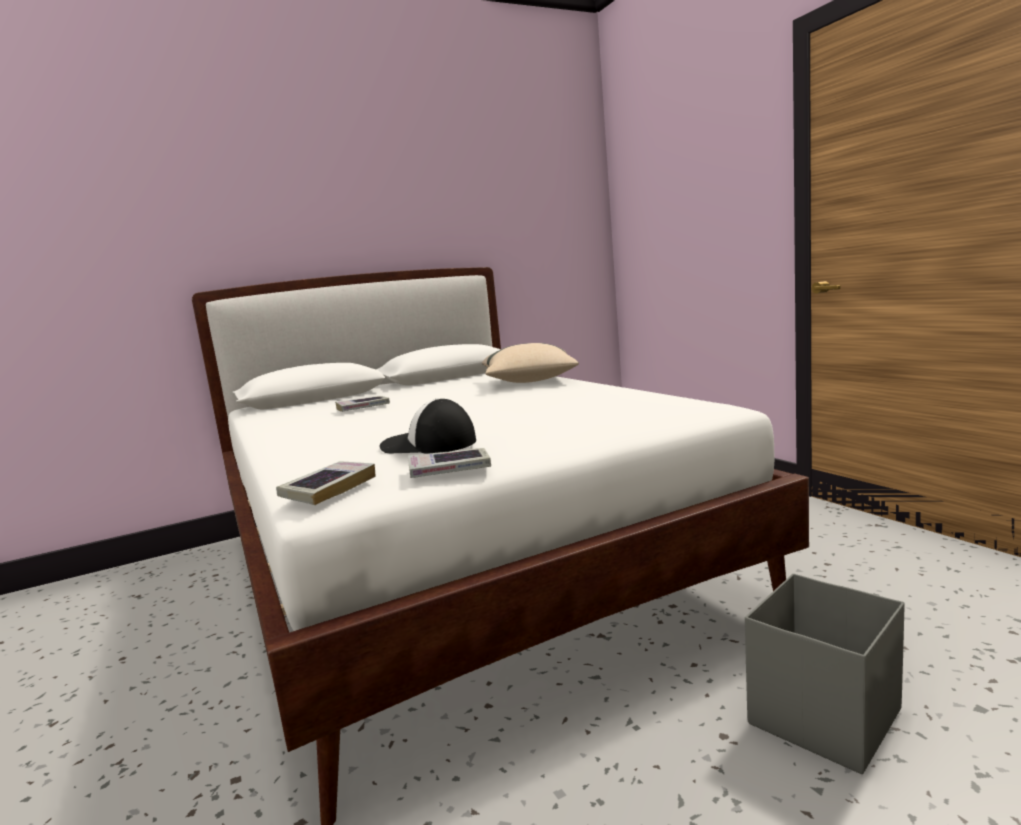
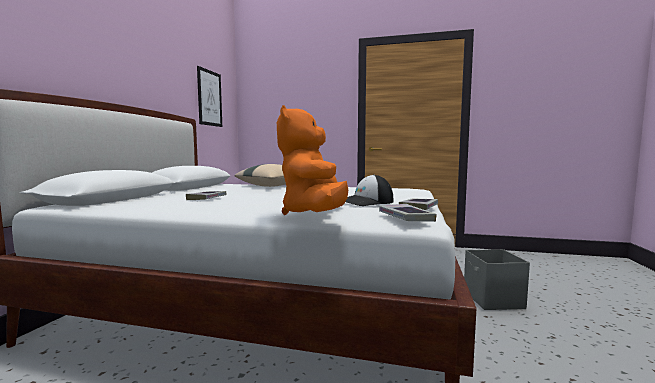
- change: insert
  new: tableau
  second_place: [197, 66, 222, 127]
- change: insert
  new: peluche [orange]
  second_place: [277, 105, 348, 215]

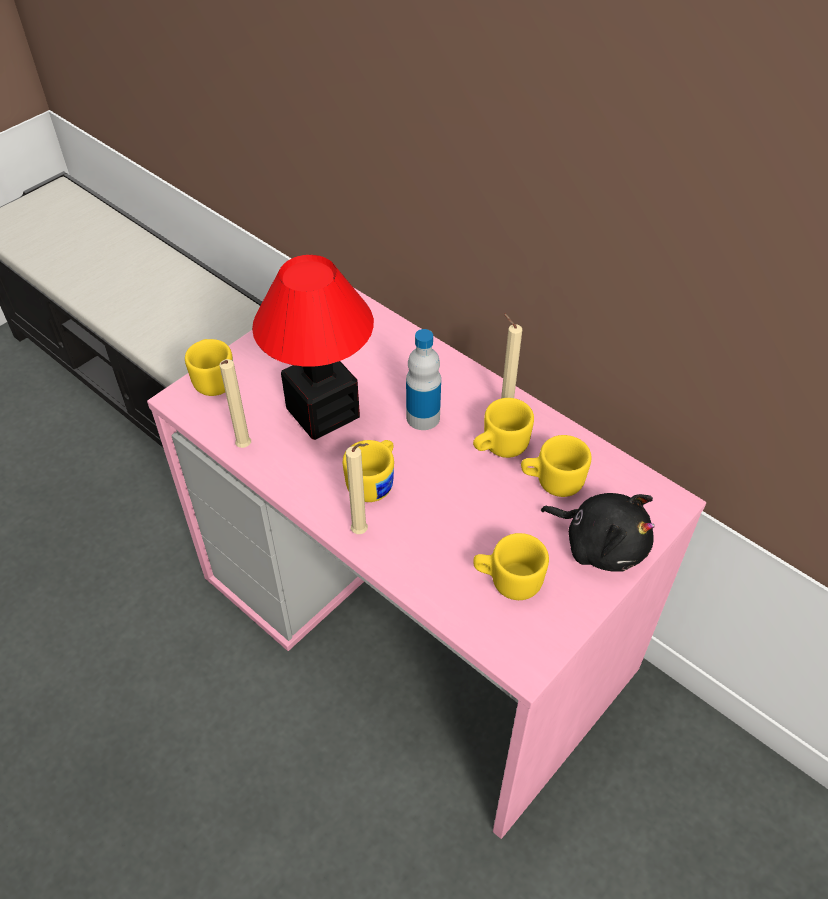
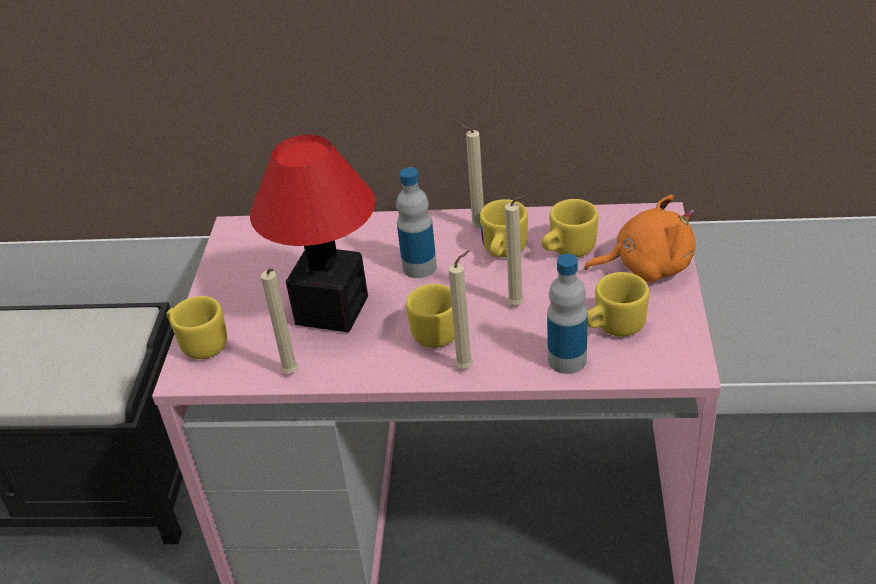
- change: insert
  new: bougie [beige]
  second_place: [505, 196, 527, 305]
- change: insert
  new: bouteille
  second_place: [547, 254, 588, 374]
- change: recolor
  old: peluche [noir]
  new: peluche [orange]
  first_place: [541, 493, 655, 572]
  second_place: [585, 195, 696, 282]

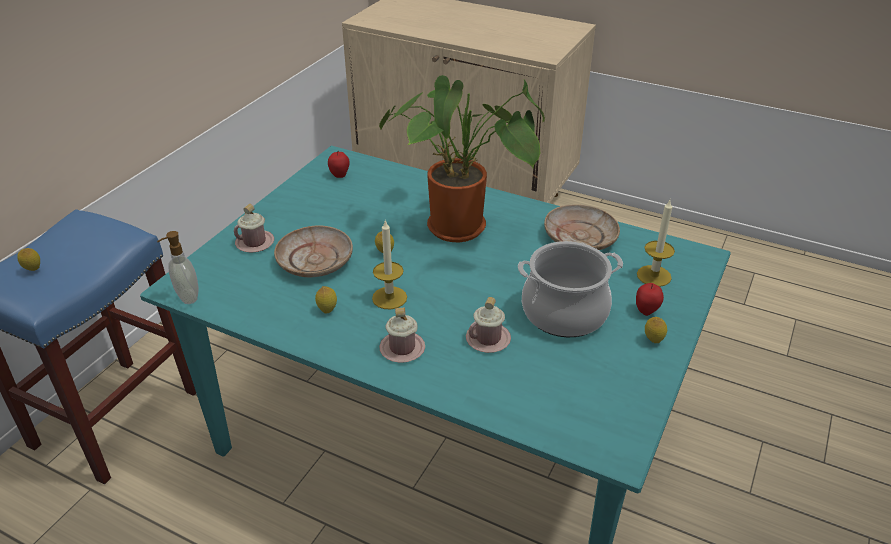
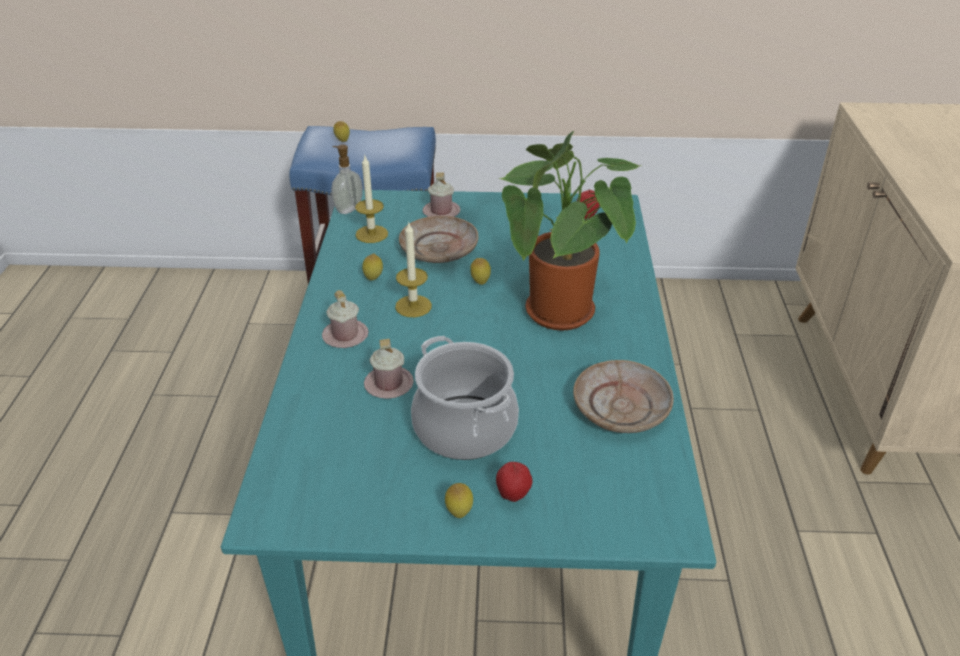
- change: move
  old: bougie
  first_place: [637, 200, 675, 287]
  second_place: [355, 156, 388, 243]

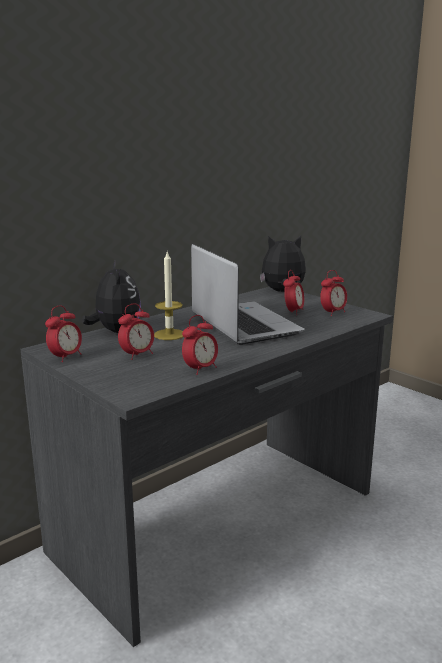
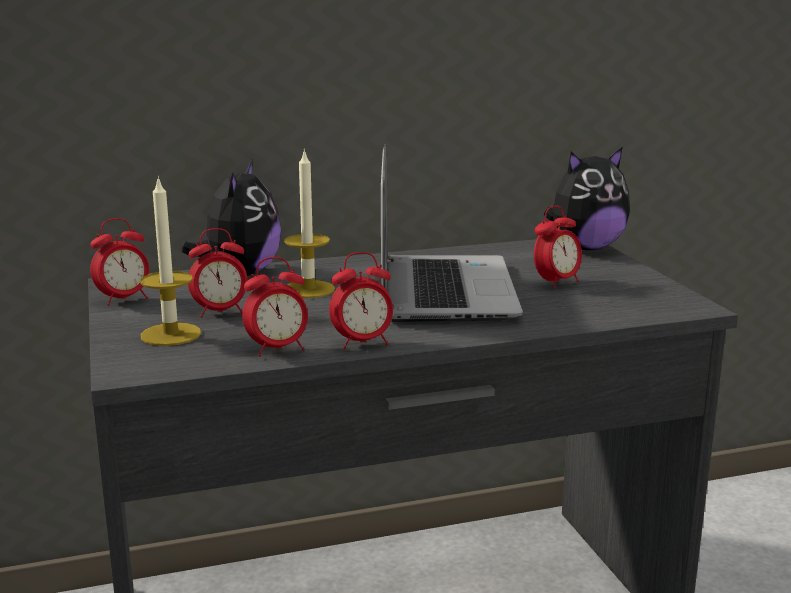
- change: insert
  new: bougie
  second_place: [140, 176, 201, 346]
- change: move
  old: réveil
  first_place: [320, 270, 347, 316]
  second_place: [329, 252, 393, 349]
- change: rotate
  old: peluche
  first_place: [260, 236, 306, 292]
  second_place: [544, 148, 630, 250]
  degrees: 135

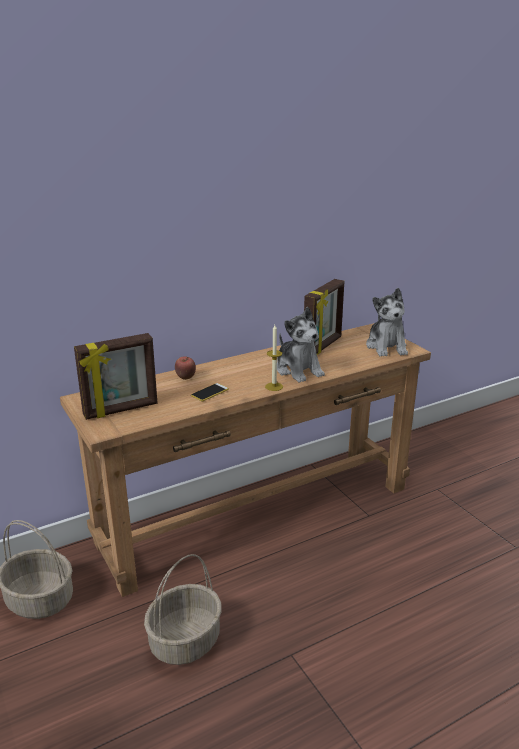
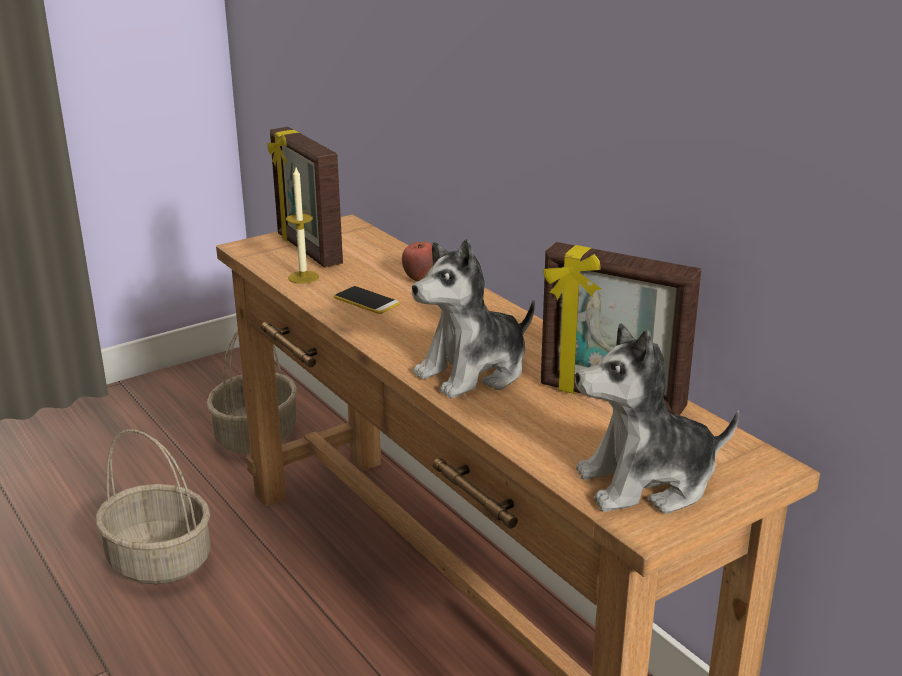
- change: move
  old: bougie
  first_place: [265, 325, 283, 391]
  second_place: [286, 167, 319, 284]

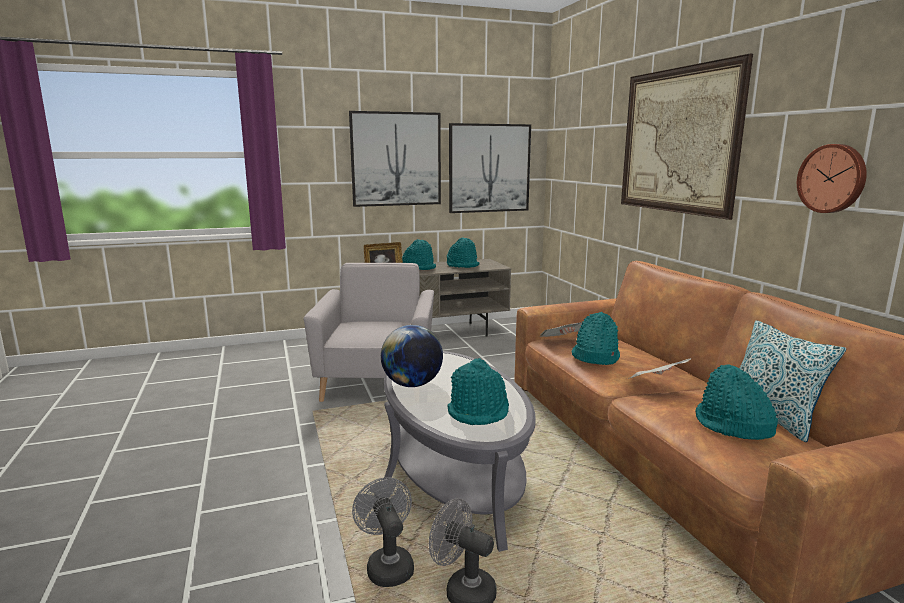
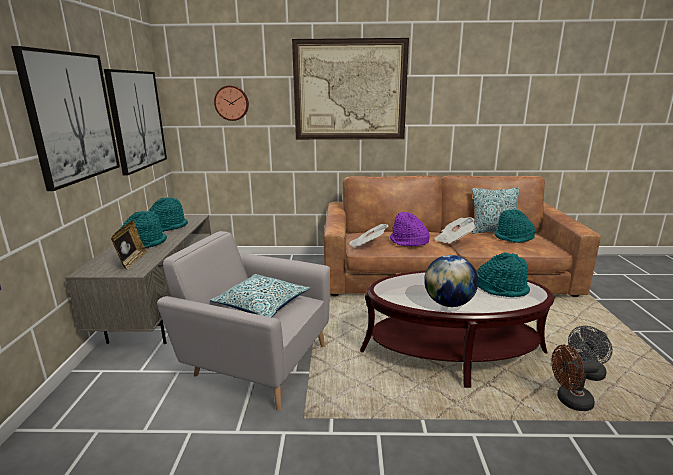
- change: insert
  new: coussin
  second_place: [210, 274, 310, 317]
- change: move
  old: horloge murale
  first_place: [797, 144, 867, 213]
  second_place: [214, 85, 249, 121]
- change: recolor
  old: ventilateur [gris]
  new: ventilateur [marron]
  first_place: [352, 477, 414, 587]
  second_place: [551, 344, 599, 411]
- change: recolor
  old: table basse [gris]
  new: table basse [marron]
  first_place: [384, 351, 536, 552]
  second_place: [360, 271, 555, 388]
- change: recolor
  old: chapeau [turquoise]
  new: chapeau [violet]
  first_place: [572, 312, 620, 365]
  second_place: [390, 212, 430, 247]

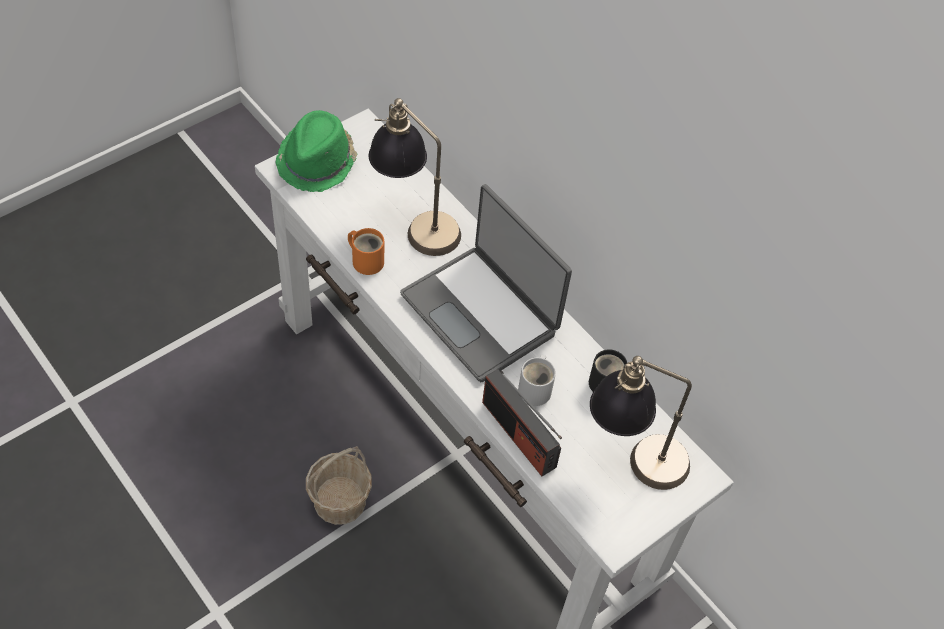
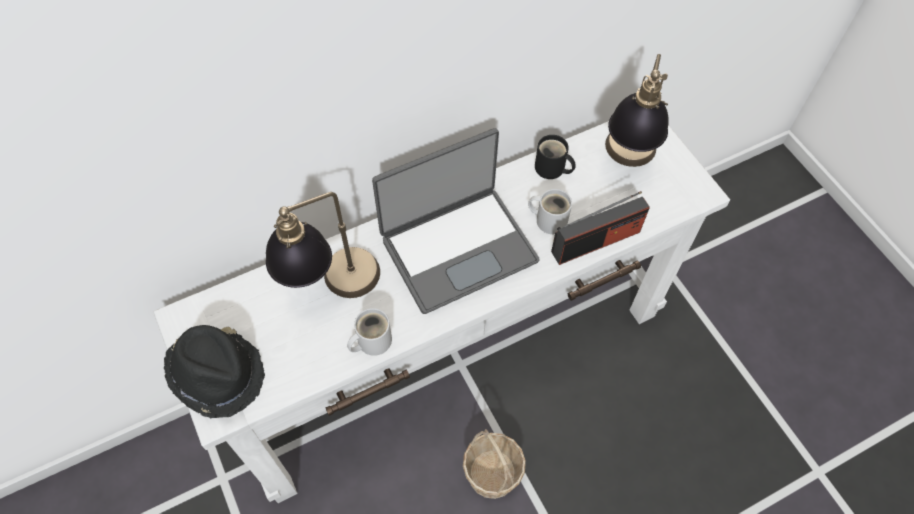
- change: recolor
  old: chapeau [vert]
  new: chapeau [noir]
  first_place: [275, 110, 357, 192]
  second_place: [164, 325, 265, 418]
- change: recolor
  old: mug [orange]
  new: mug [blanc]
  first_place: [348, 228, 384, 275]
  second_place: [347, 308, 392, 356]

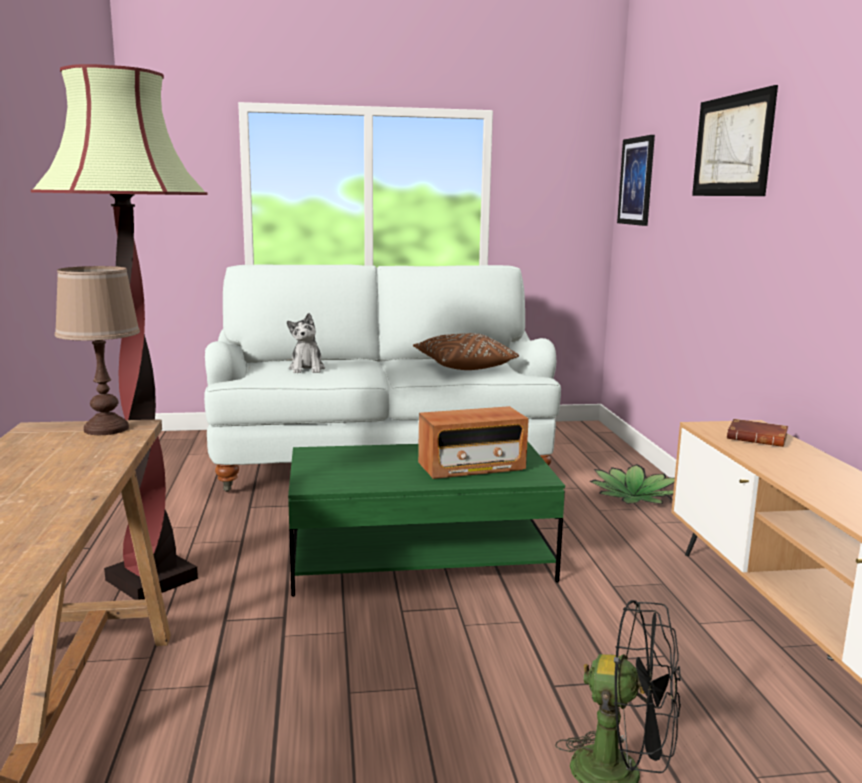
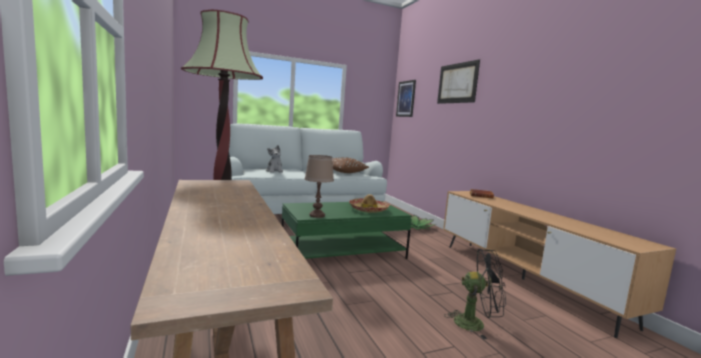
- change: move
  old: lampe de table [marron]
  first_place: [55, 266, 140, 435]
  second_place: [305, 155, 334, 218]
- change: replace
  old: radio
  new: chapeau
  first_place: [418, 406, 529, 479]
  second_place: [349, 194, 390, 213]

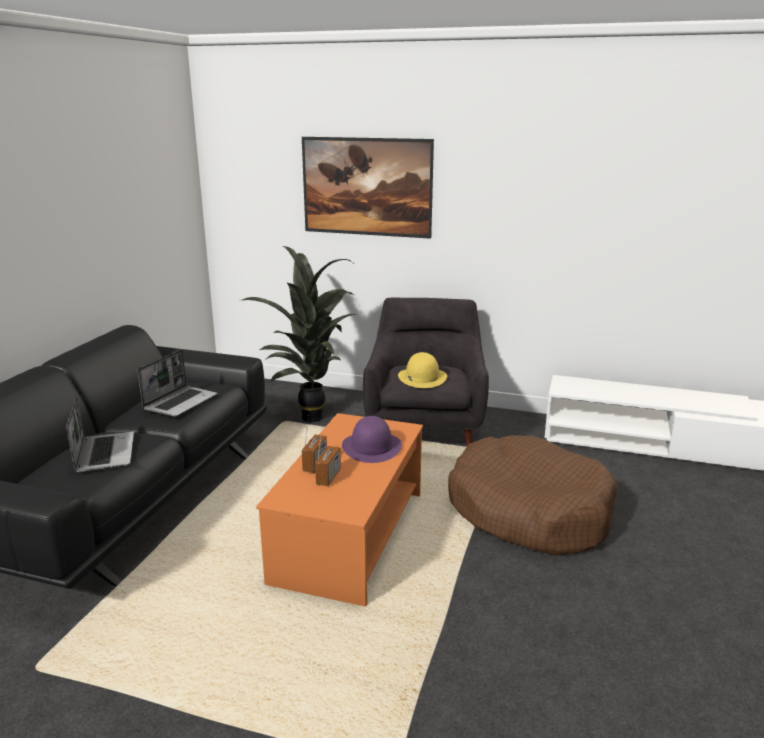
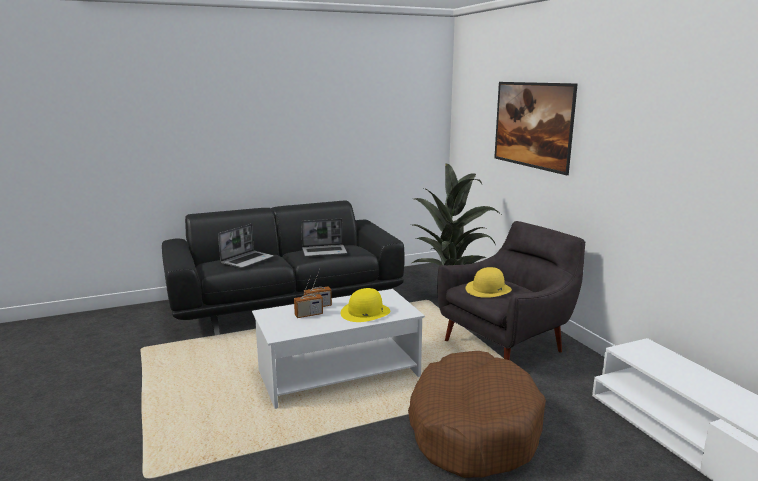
- change: recolor
  old: table basse [orange]
  new: table basse [blanc]
  first_place: [256, 413, 423, 607]
  second_place: [252, 289, 425, 409]
- change: recolor
  old: chapeau [violet]
  new: chapeau [jaune]
  first_place: [342, 416, 402, 463]
  second_place: [341, 288, 390, 322]

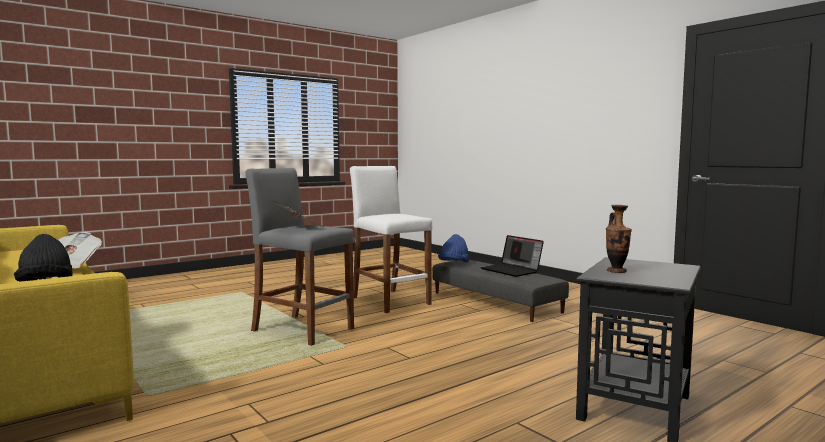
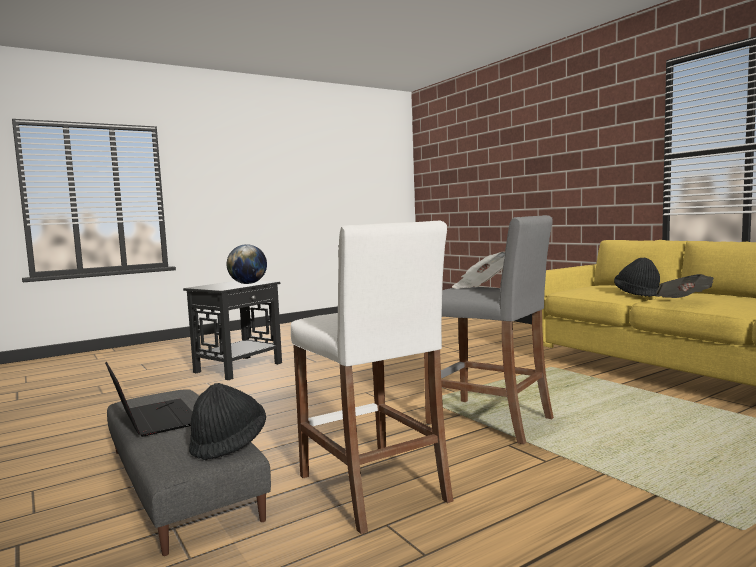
- change: replace
  old: vase
  new: globe
  first_place: [606, 205, 632, 273]
  second_place: [227, 244, 267, 284]
- change: recolor
  old: chapeau [bleu]
  new: chapeau [noir]
  first_place: [438, 234, 469, 262]
  second_place: [189, 383, 266, 461]

